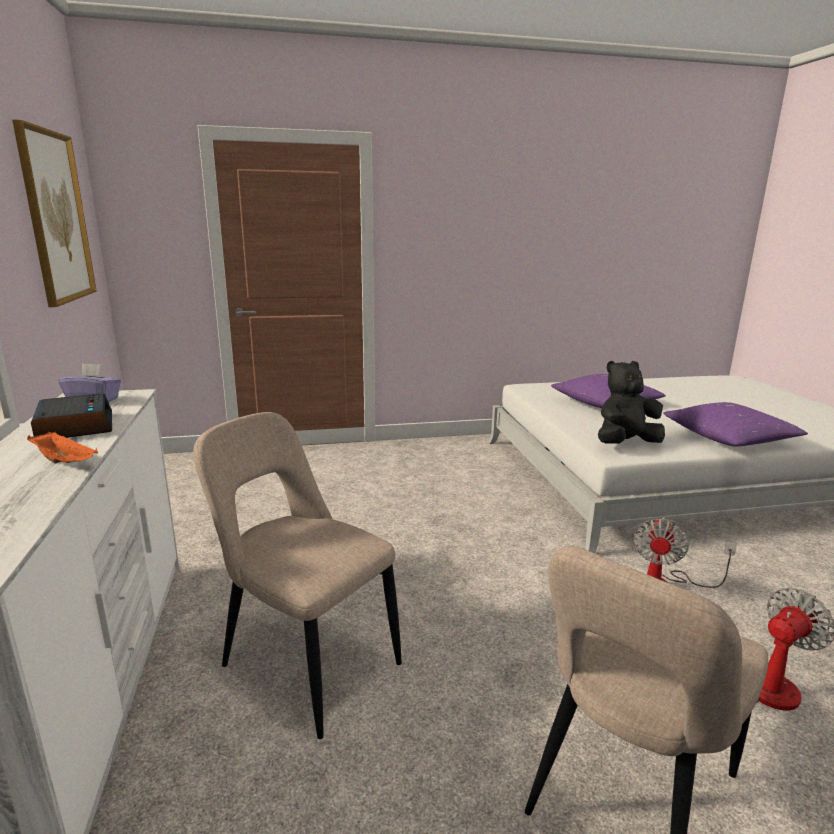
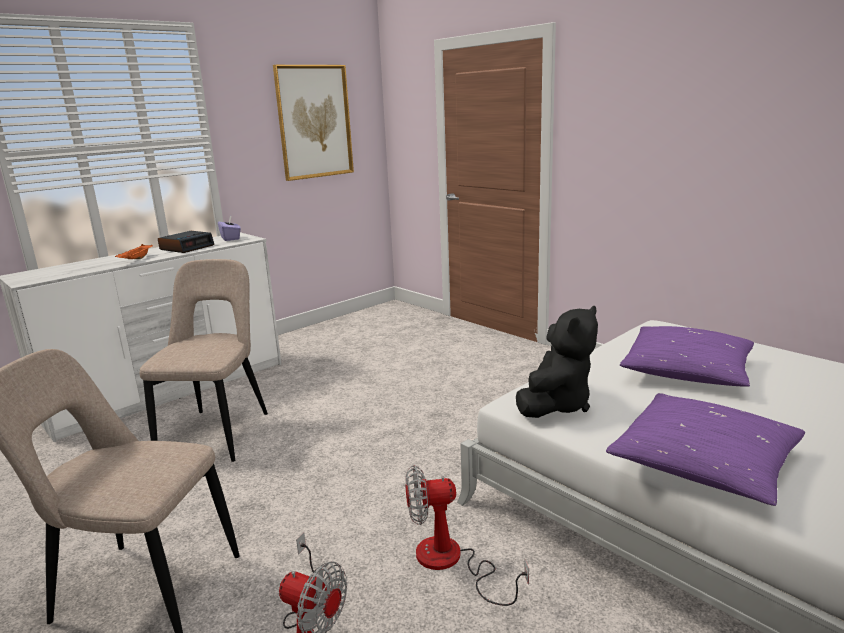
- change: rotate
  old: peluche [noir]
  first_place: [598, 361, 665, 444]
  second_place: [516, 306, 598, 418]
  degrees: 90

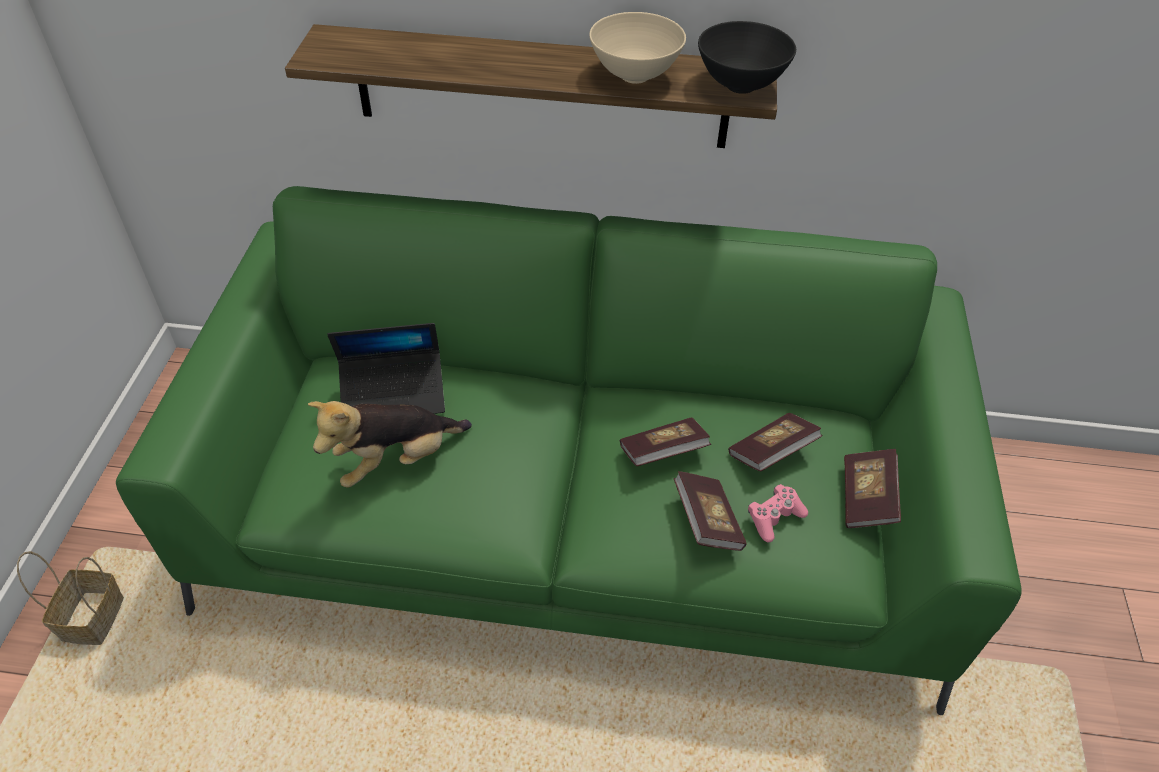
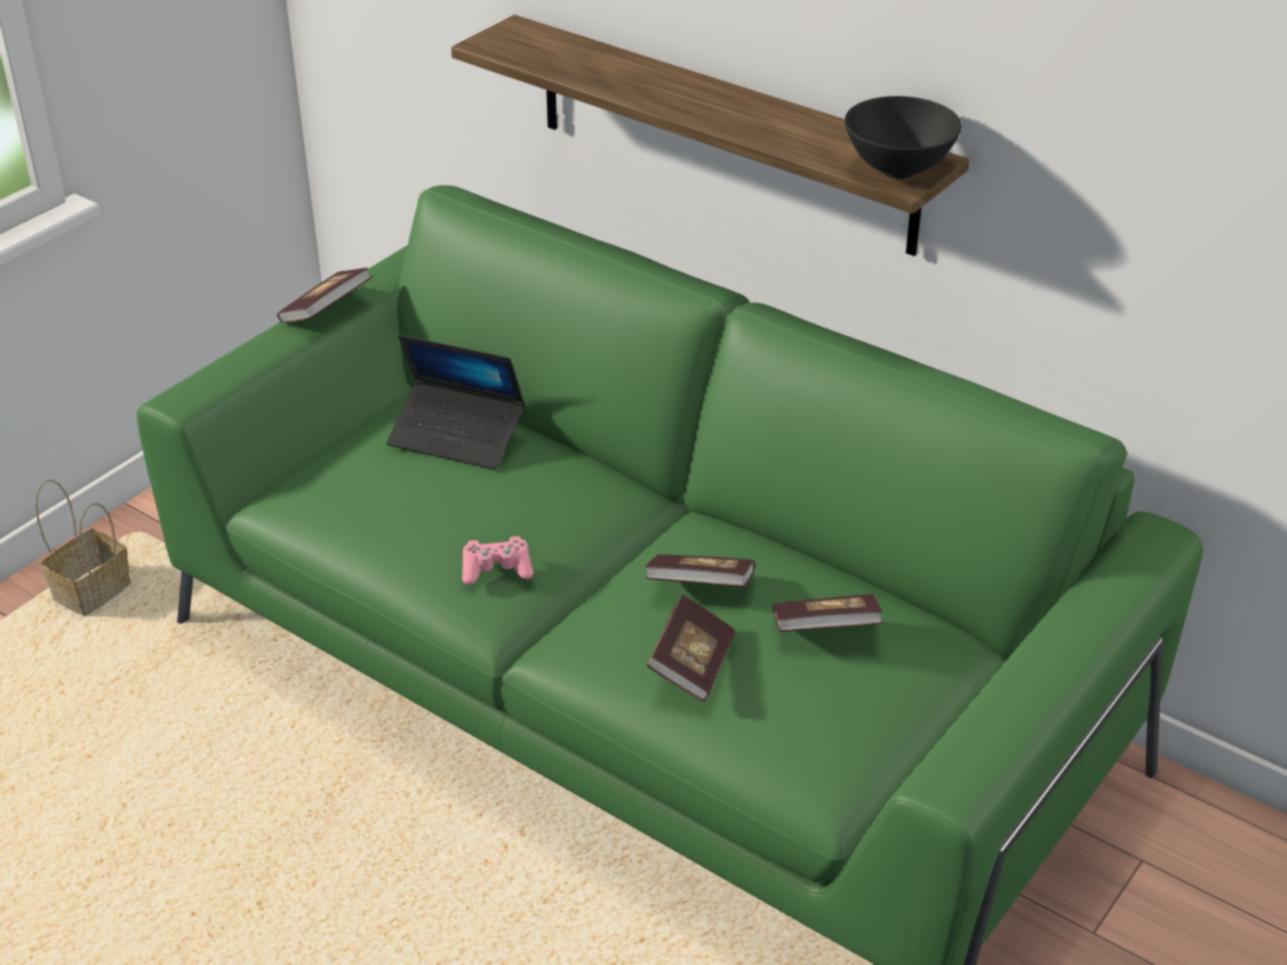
- change: delete
  old: peluche
  first_place: [308, 401, 472, 488]
- change: delete
  old: bol [beige]
  first_place: [589, 12, 686, 84]
- change: move
  old: manette [rose]
  first_place: [748, 484, 808, 542]
  second_place: [462, 536, 534, 585]
- change: move
  old: livre
  first_place: [844, 449, 901, 528]
  second_place: [277, 268, 372, 323]

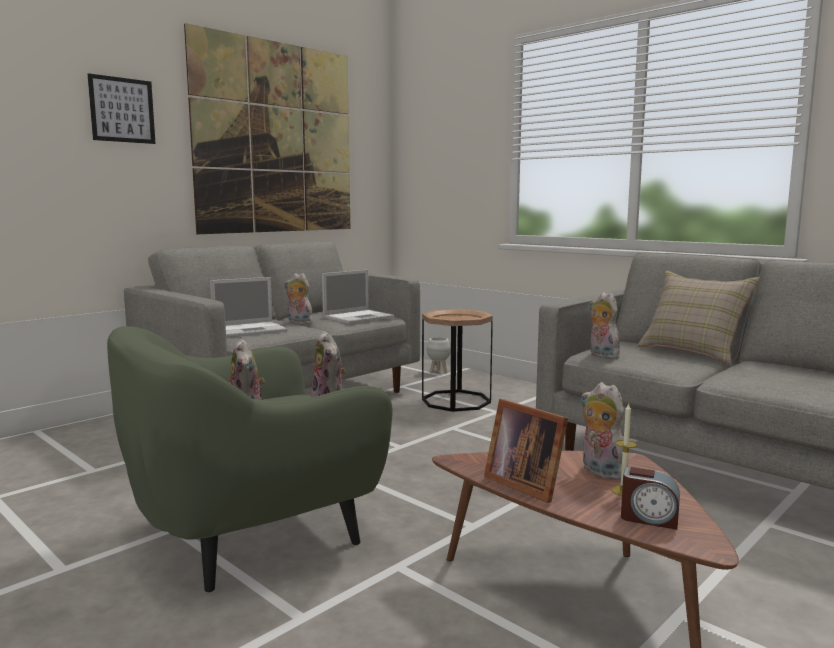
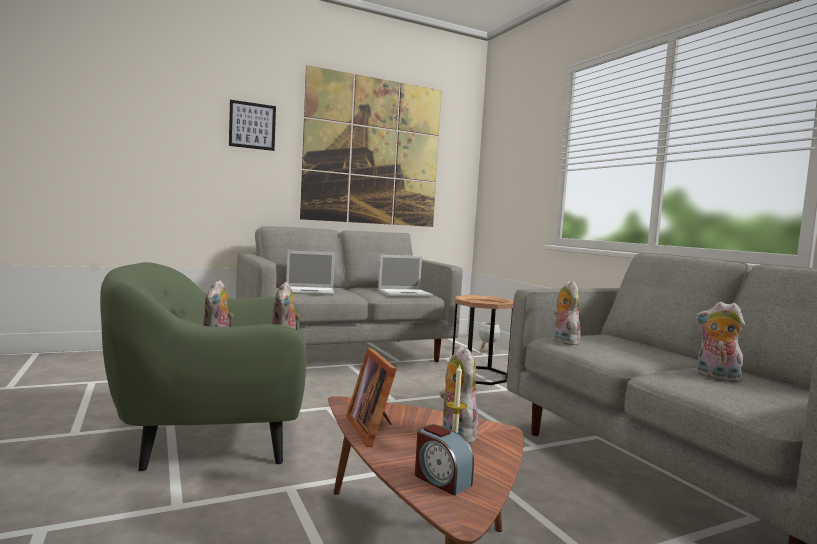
- change: delete
  old: coussin [beige]
  first_place: [638, 271, 760, 364]
- change: move
  old: peluche
  first_place: [284, 273, 313, 325]
  second_place: [695, 302, 745, 382]

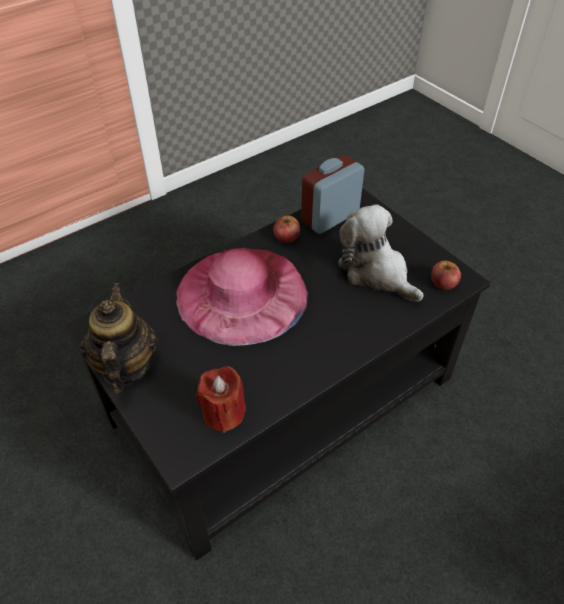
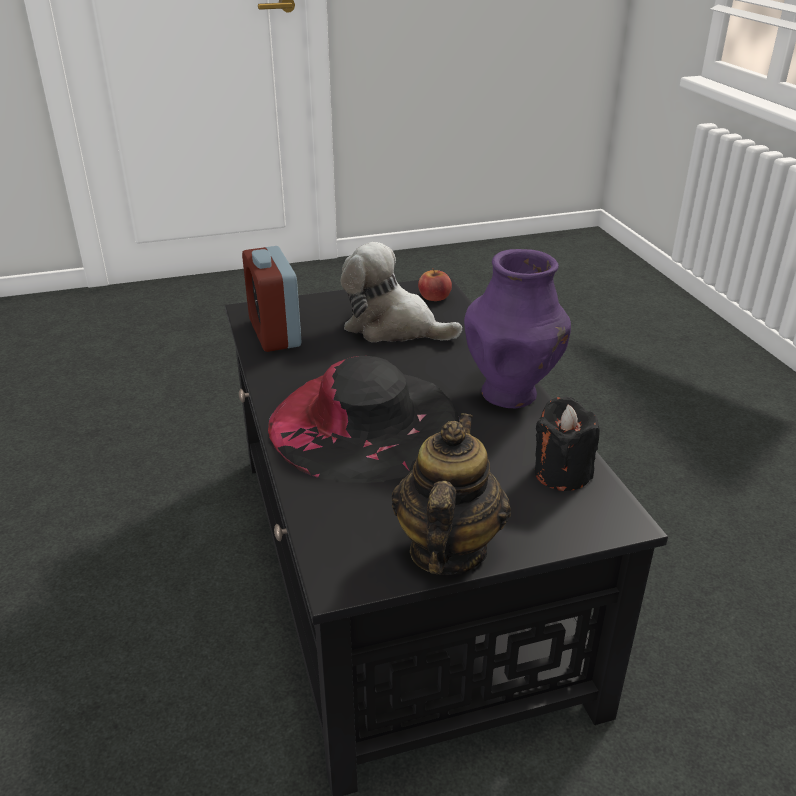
- change: delete
  old: pomme
  first_place: [273, 215, 300, 243]
- change: insert
  new: vase [violet]
  second_place: [464, 249, 571, 408]
- change: recolor
  old: chapeau [rose]
  new: chapeau [noir]
  first_place: [176, 248, 308, 346]
  second_place: [268, 356, 460, 483]
- change: recolor
  old: bougie [rouge]
  new: bougie [noir]
  first_place: [196, 366, 246, 433]
  second_place: [535, 397, 600, 491]
- change: rotate
  old: théière
  first_place: [80, 283, 158, 394]
  second_place: [392, 413, 511, 575]
  degrees: 90
- change: rotate
  old: peluche
  first_place: [338, 204, 424, 302]
  second_place: [340, 242, 462, 342]
  degrees: 45

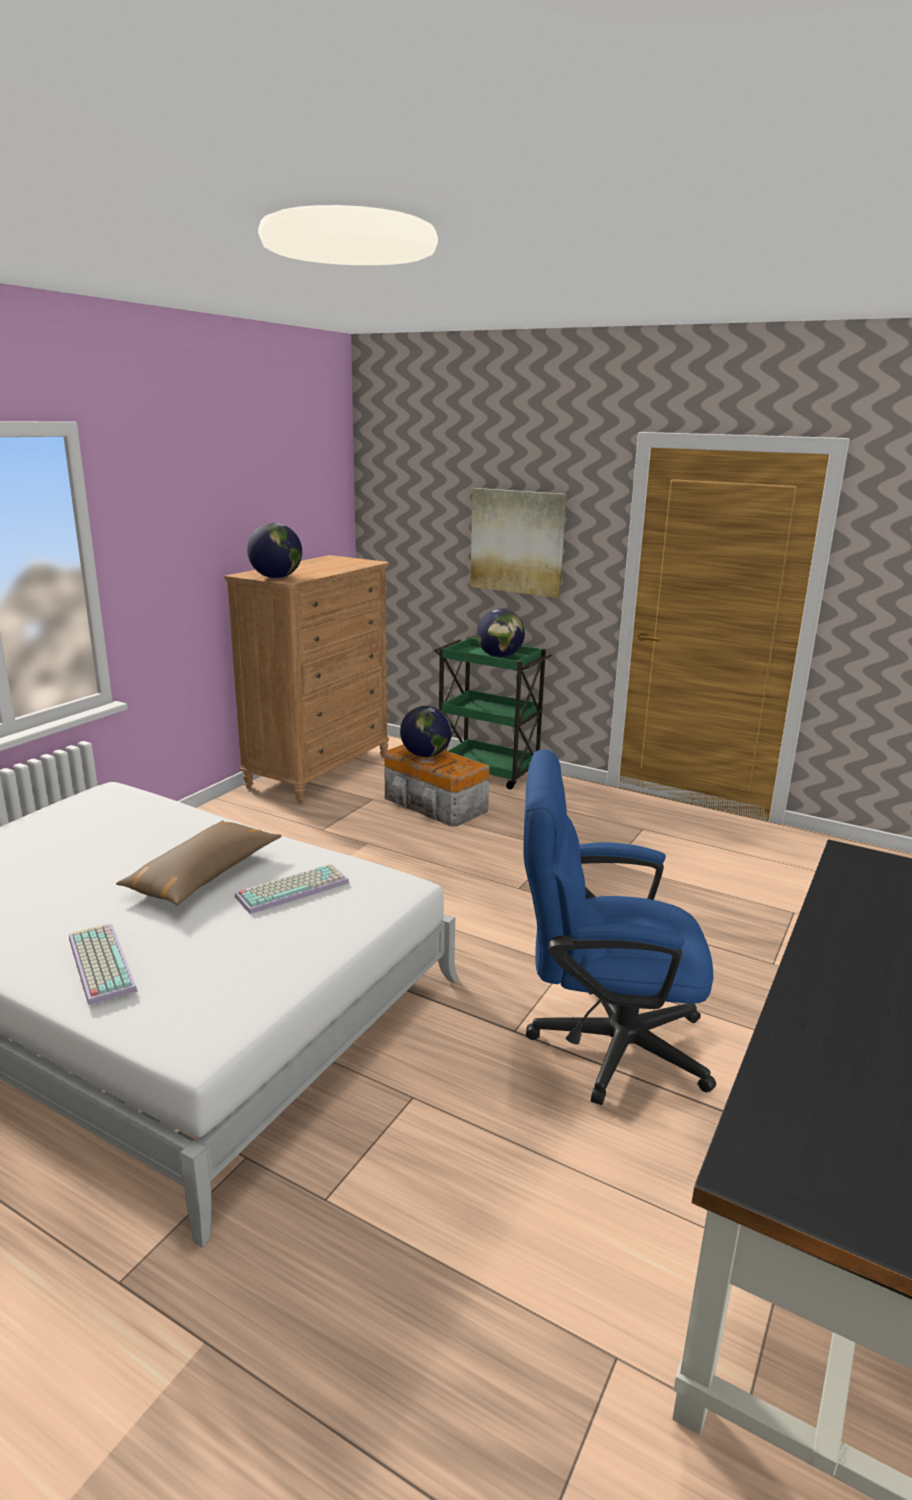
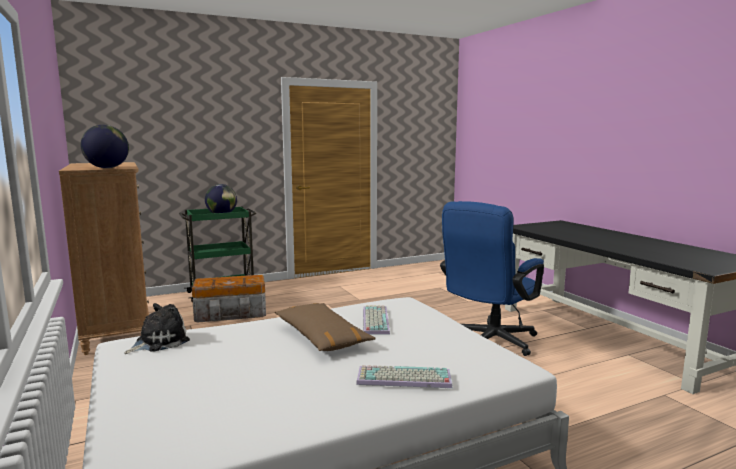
- change: delete
  old: globe
  first_place: [400, 706, 451, 757]
- change: delete
  old: tableau
  first_place: [470, 488, 566, 598]
- change: insert
  new: peluche
  second_place: [124, 303, 190, 354]

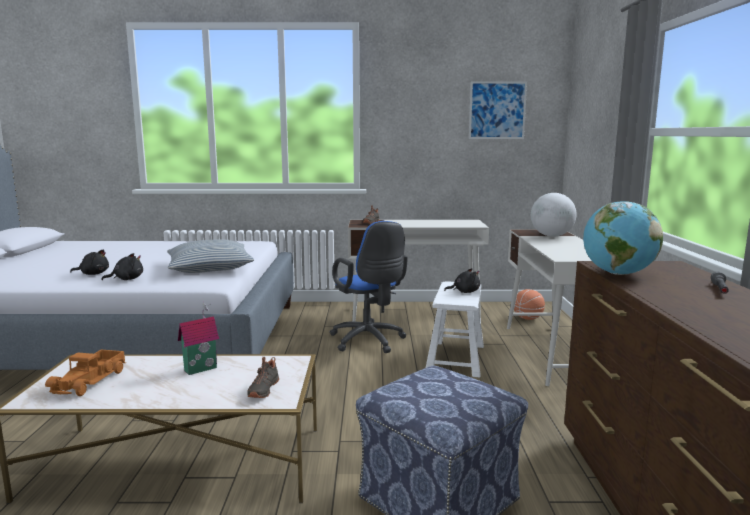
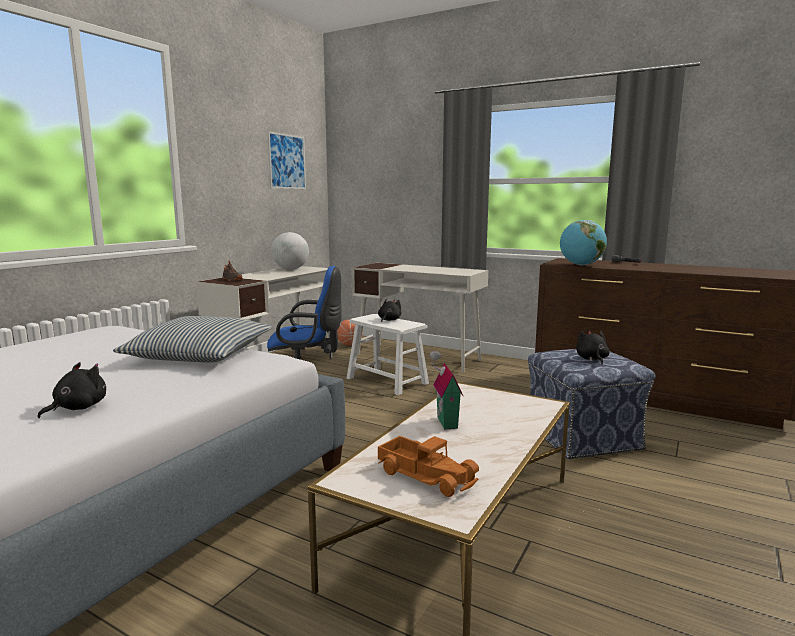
- change: delete
  old: chaussure [noir]
  first_place: [247, 357, 279, 398]
- change: move
  old: peluche [noir]
  first_place: [101, 253, 143, 280]
  second_place: [576, 330, 610, 364]
- change: move
  old: globe
  first_place: [531, 193, 577, 237]
  second_place: [271, 232, 309, 270]

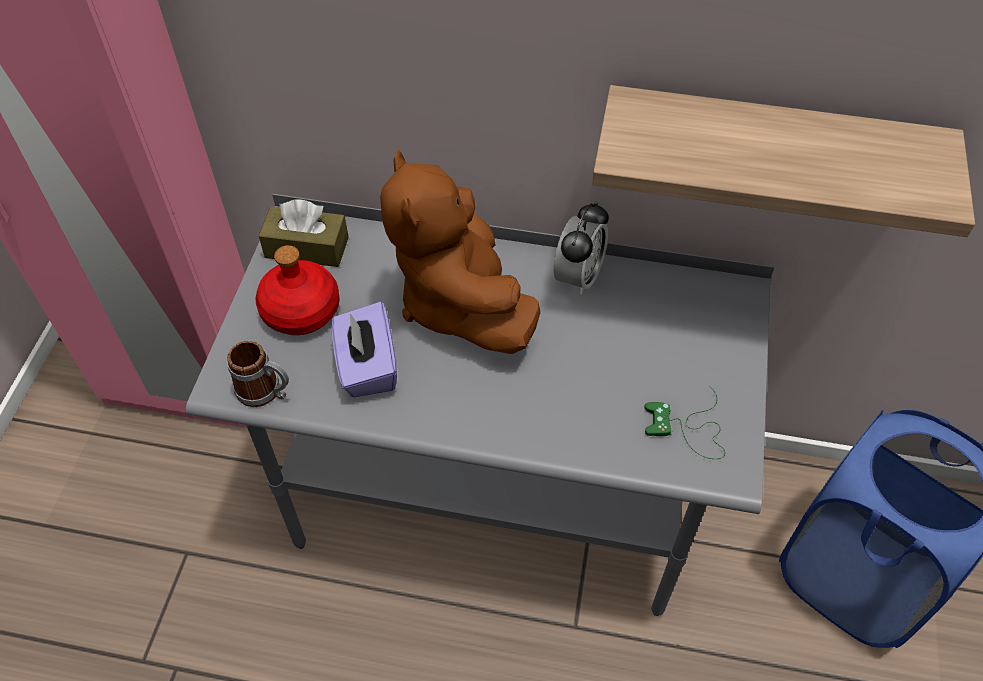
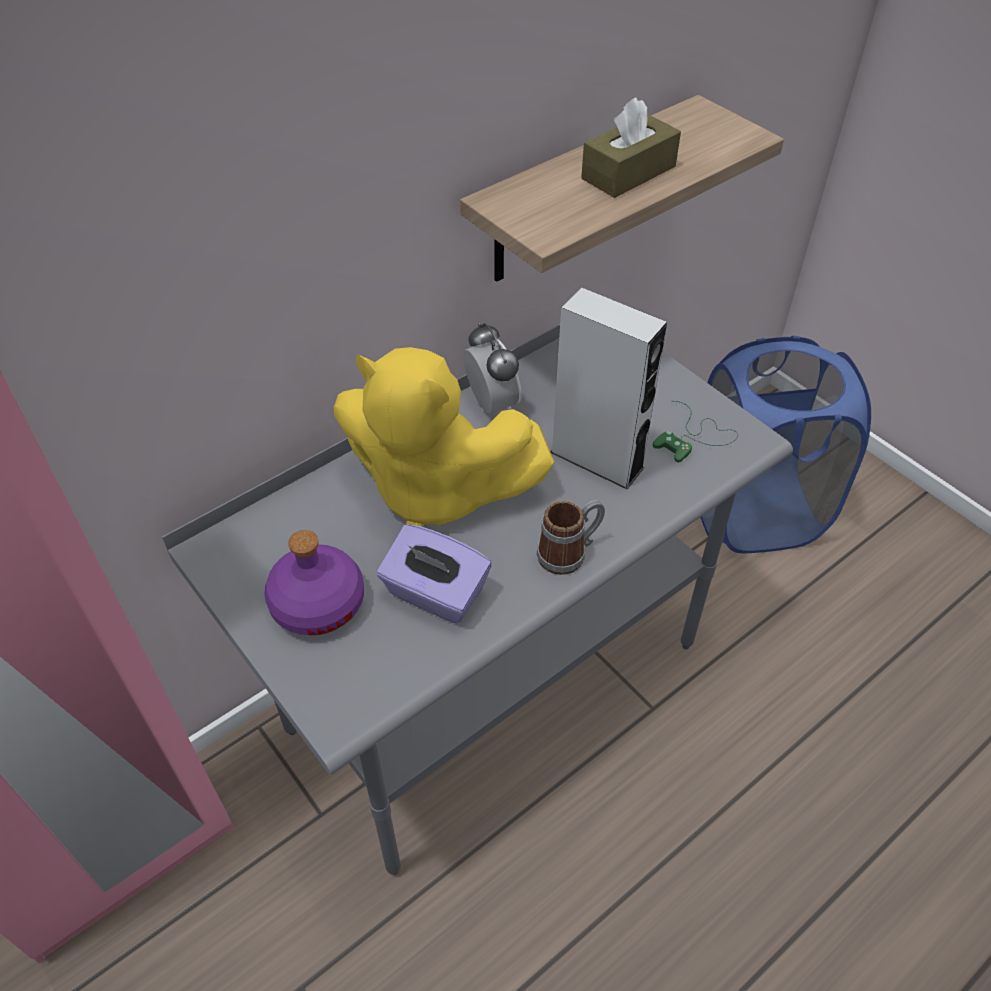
- change: insert
  new: enceinte [gris]
  second_place: [551, 287, 667, 489]
- change: move
  old: mug
  first_place: [227, 341, 289, 407]
  second_place: [537, 500, 605, 575]
- change: move
  old: boîte à mouchoirs [marron]
  first_place: [259, 199, 349, 267]
  second_place: [581, 97, 681, 198]
- change: recolor
  old: bouteille [rouge]
  new: bouteille [violet]
  first_place: [256, 245, 340, 335]
  second_place: [264, 530, 364, 635]
- change: recolor
  old: peluche [marron]
  new: peluche [jaune]
  first_place: [380, 150, 540, 354]
  second_place: [334, 347, 555, 527]

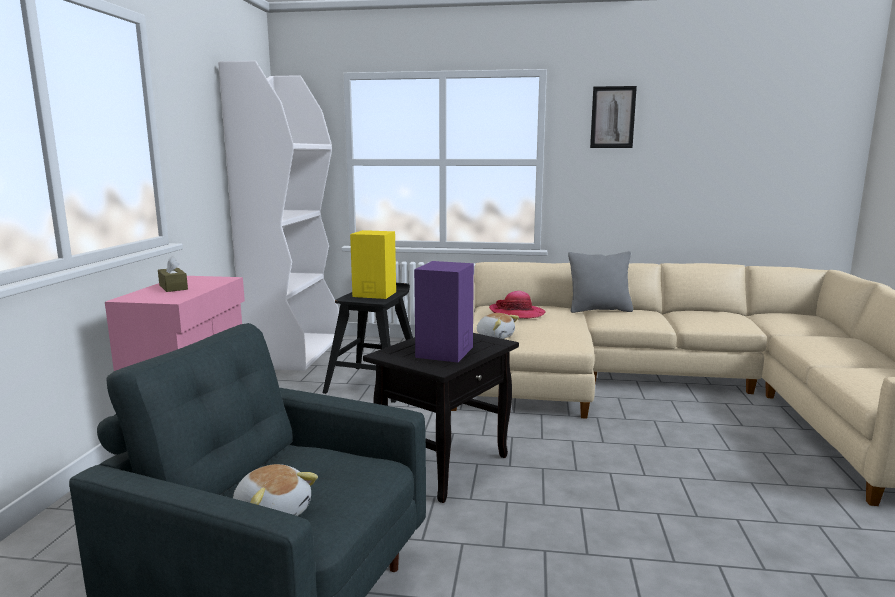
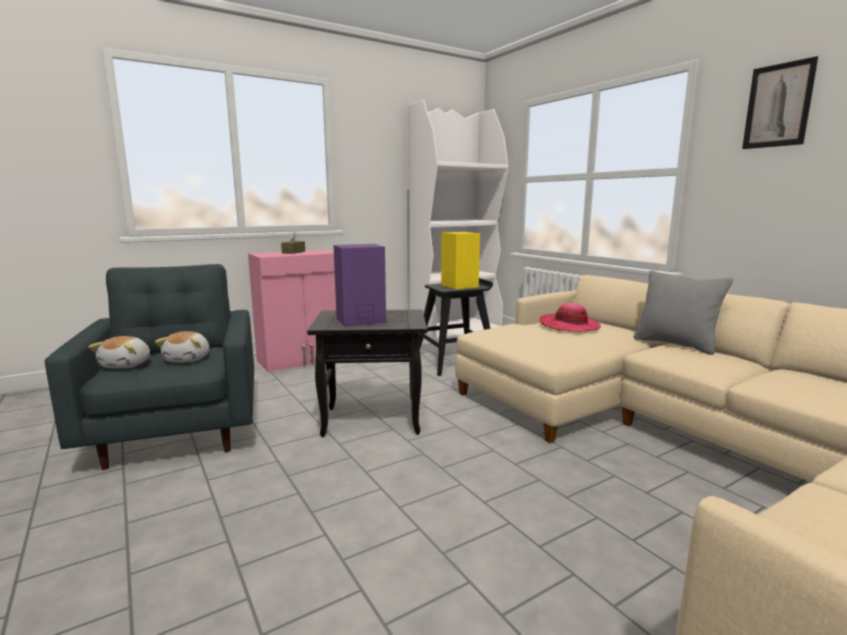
- change: move
  old: peluche
  first_place: [477, 313, 519, 339]
  second_place: [155, 331, 209, 363]

